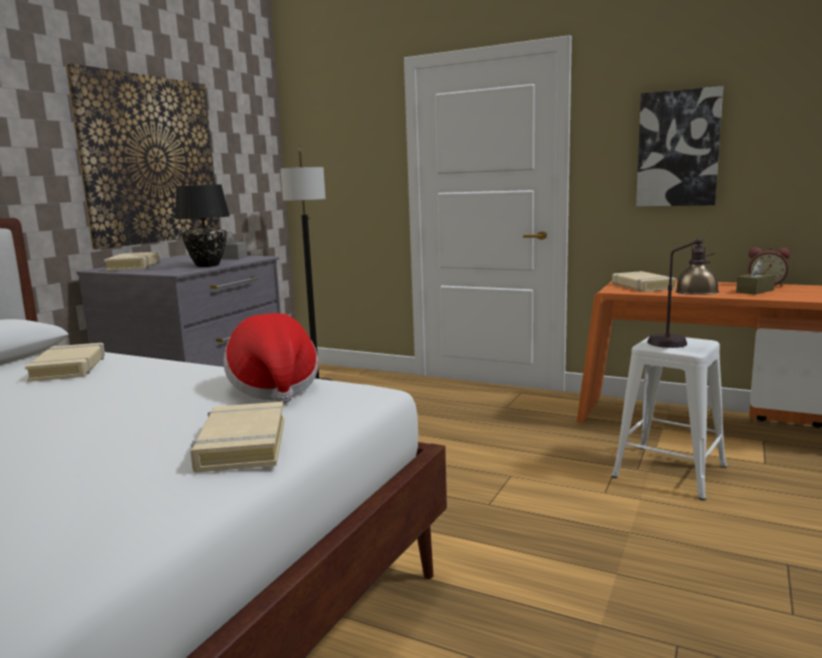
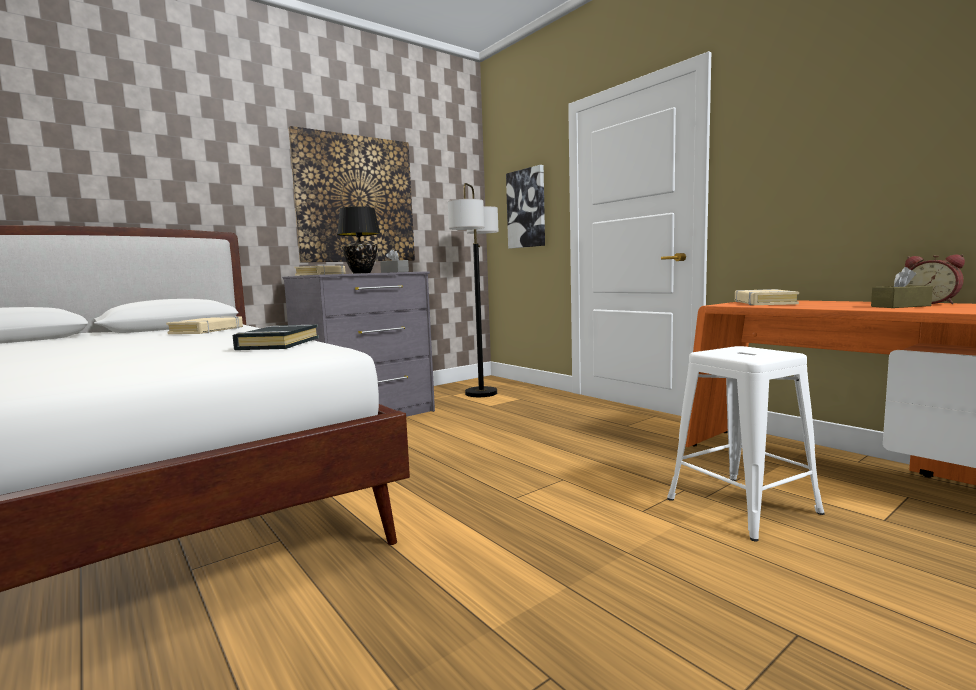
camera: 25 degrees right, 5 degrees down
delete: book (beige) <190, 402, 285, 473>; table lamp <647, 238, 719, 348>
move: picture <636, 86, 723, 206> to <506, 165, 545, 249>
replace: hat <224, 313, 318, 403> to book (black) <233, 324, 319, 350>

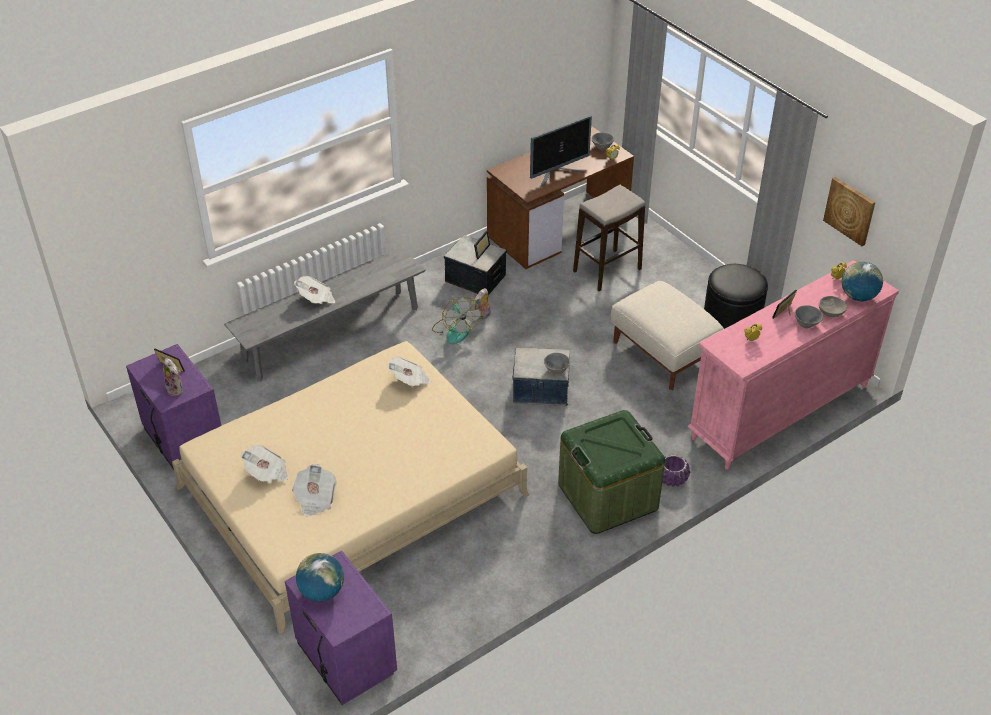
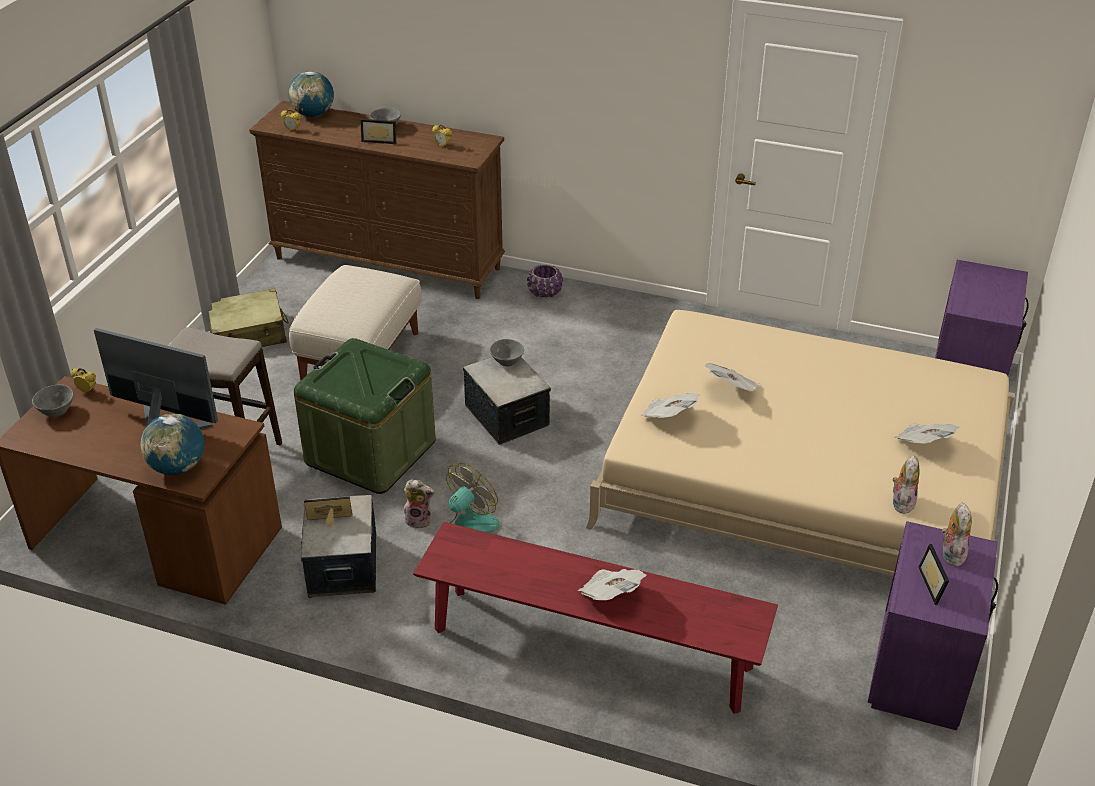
camera: 125 degrees left, 5 degrees down
delete: bowl (grey) <819, 296, 847, 317>; picture <823, 177, 875, 246>
insert: plush toy <893, 456, 920, 514>
move: globe <296, 553, 344, 602> to <140, 414, 205, 475>; storage box (green) <558, 410, 665, 534> to <294, 338, 436, 494>; newspaper <292, 464, 337, 517> to <705, 363, 761, 392>
replace: ottoman (black) <704, 264, 768, 329> to suitcase (beige) <208, 288, 289, 347>
recolor: dresser (pink) <688, 260, 899, 470> to dresser (brown) <249, 101, 505, 299>; bench (grey) <224, 247, 426, 381> to bench (red) <413, 522, 778, 714>

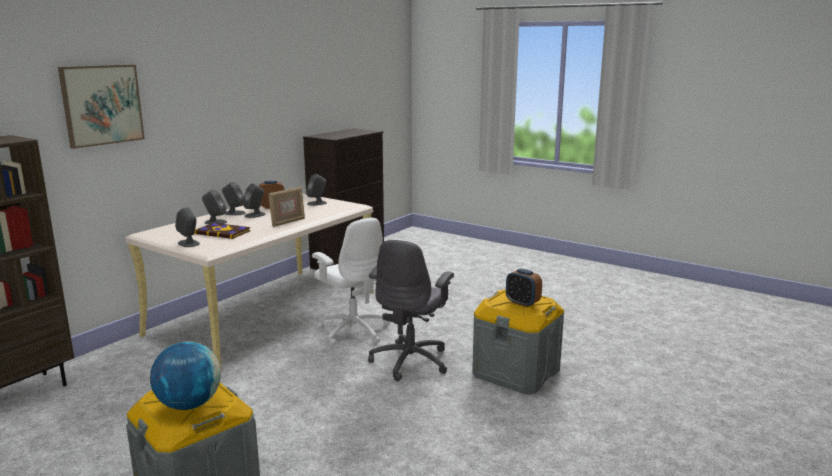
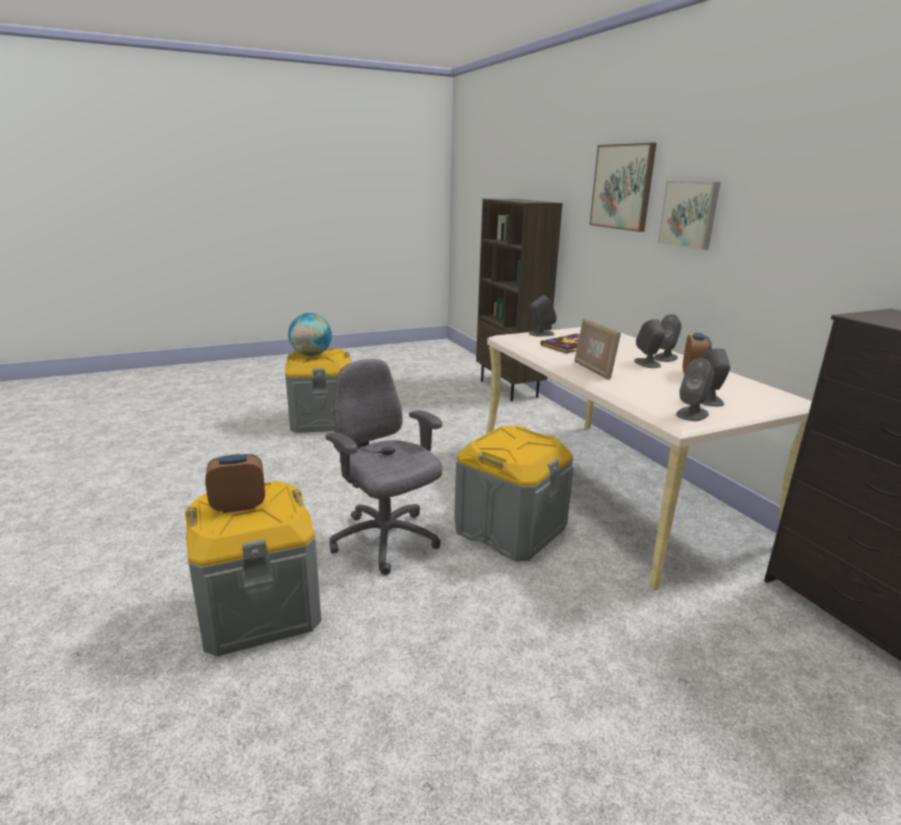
camera: 120 degrees right, 5 degrees up
insert: picture <658, 181, 720, 250>
move: speaker (grey) <202, 190, 227, 224> to <676, 358, 714, 421>
replace: office chair (white) <312, 218, 390, 346> to storage box (grey) <454, 426, 574, 561>

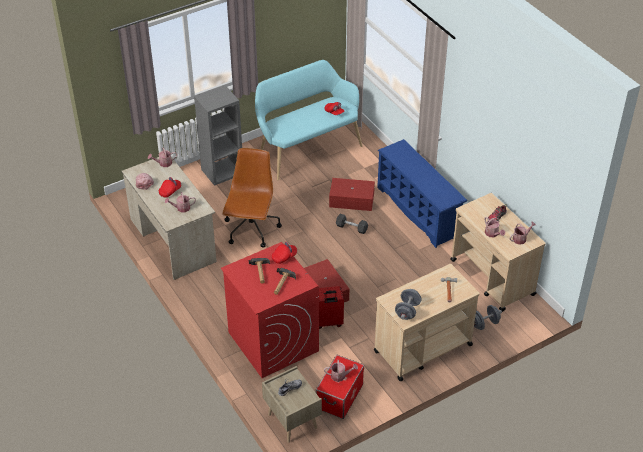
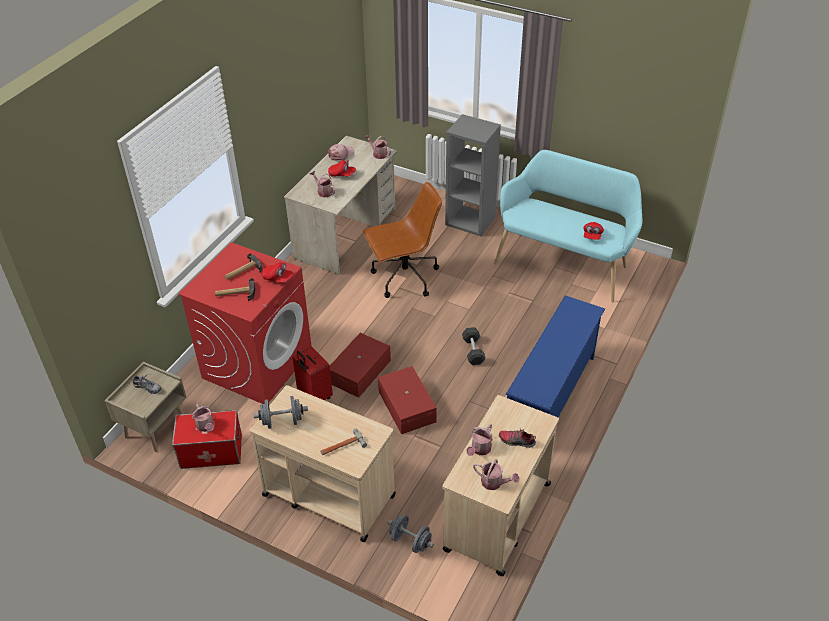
camera: 60 degrees right, 0 degrees up
move: storage box (red) <329, 178, 375, 211> to <378, 366, 437, 434>

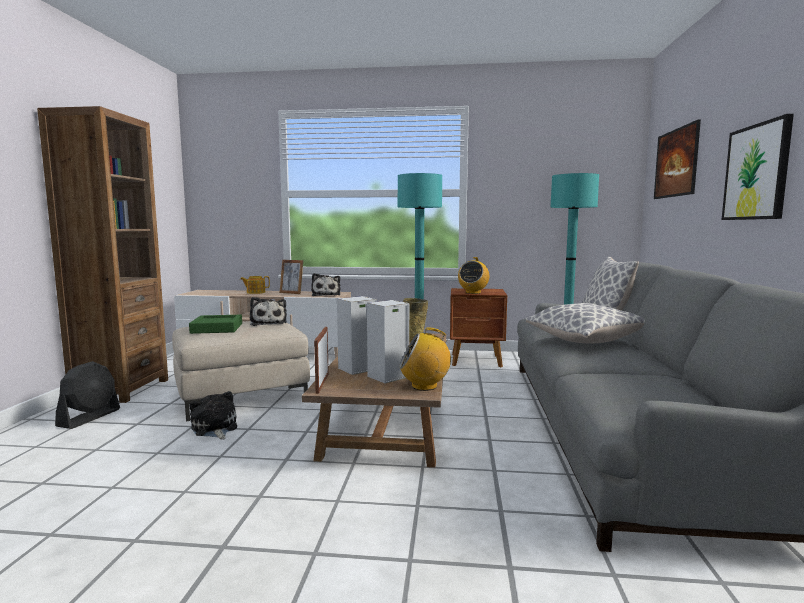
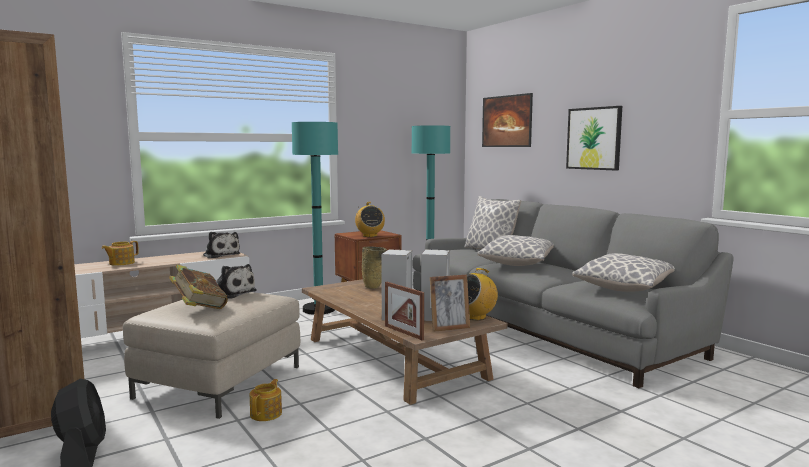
camera: 40 degrees left, 0 degrees up
insert: pillow <573, 253, 675, 292>
move: picture frame <279, 260, 303, 294> to <430, 274, 470, 332>
replace: tray (green) <189, 315, 242, 334> to book <169, 265, 228, 309>; plush toy <190, 391, 237, 440> to teapot <250, 379, 282, 421>

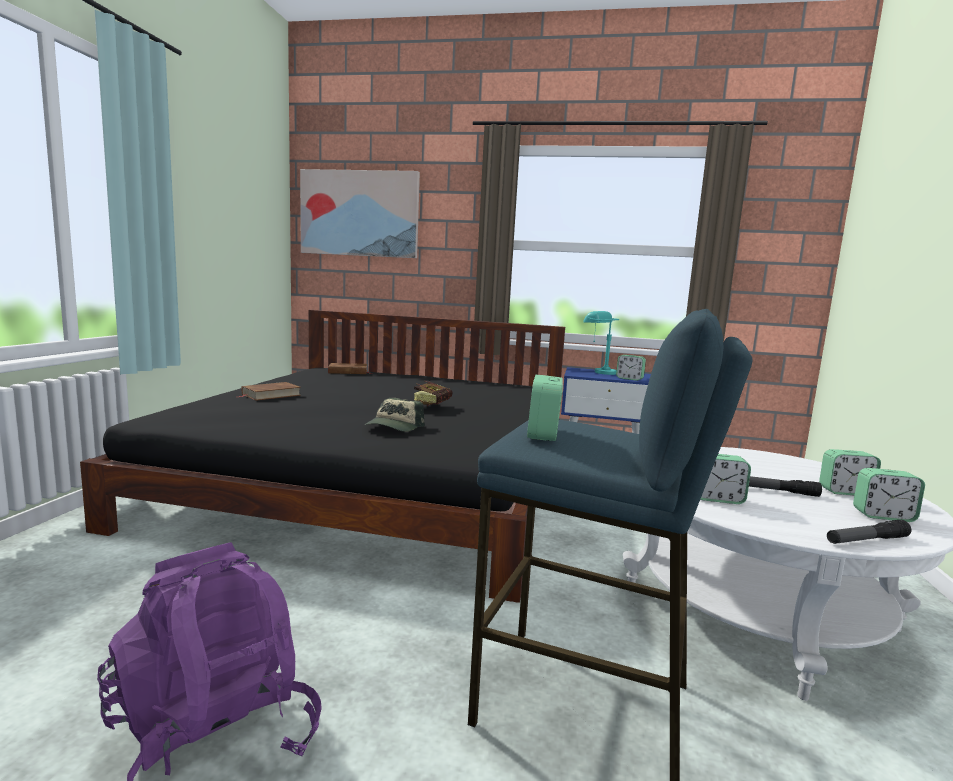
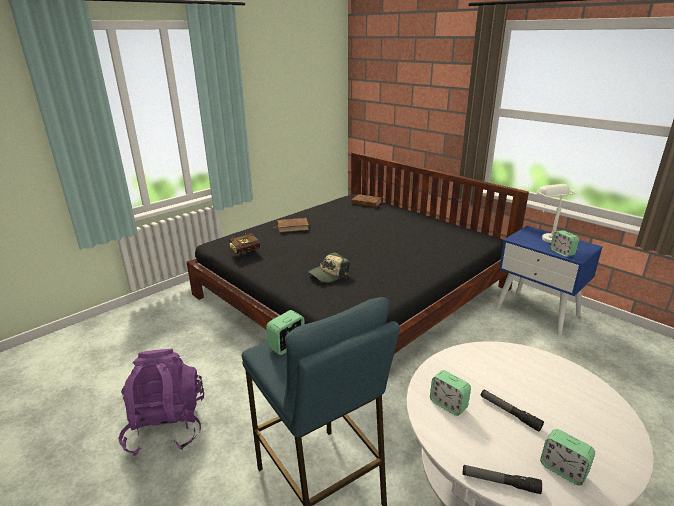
camera: 35 degrees right, 15 degrees up
delete: picture <300, 169, 420, 258>; alarm clock <819, 449, 881, 495>
move: book <414, 381, 452, 406> to <229, 233, 260, 254>
recolor: table lamp (turquoise) <583, 311, 619, 375> to table lamp (white) <536, 184, 576, 243>

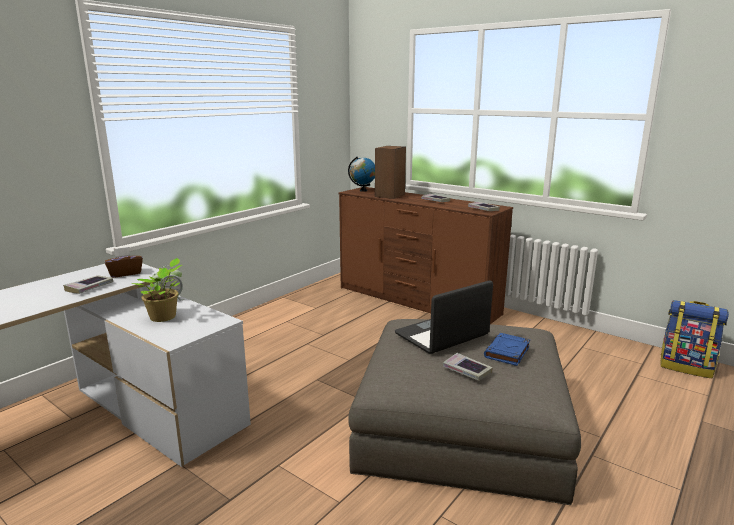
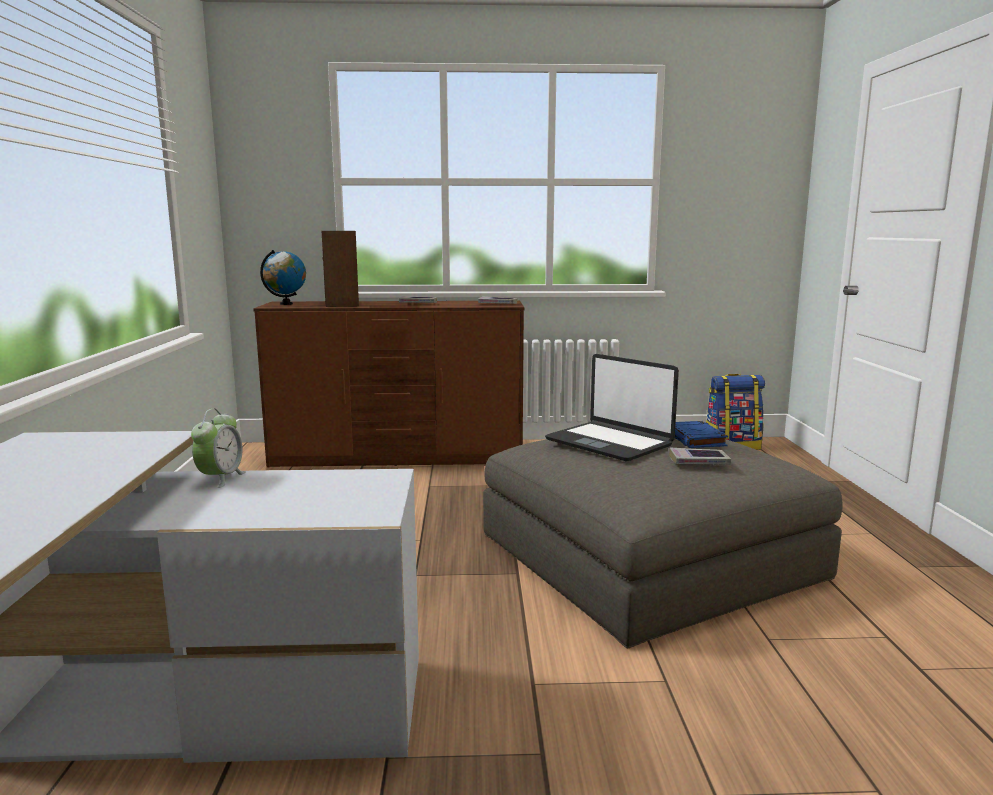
camera: 40 degrees left, 5 degrees down
delete: book <63, 275, 113, 294>; tissue box (brown) <105, 247, 143, 278>; potted plant <131, 258, 182, 322>
rotate: laptop <395, 280, 493, 354> = <545, 354, 679, 462> 60 degrees counterclockwise

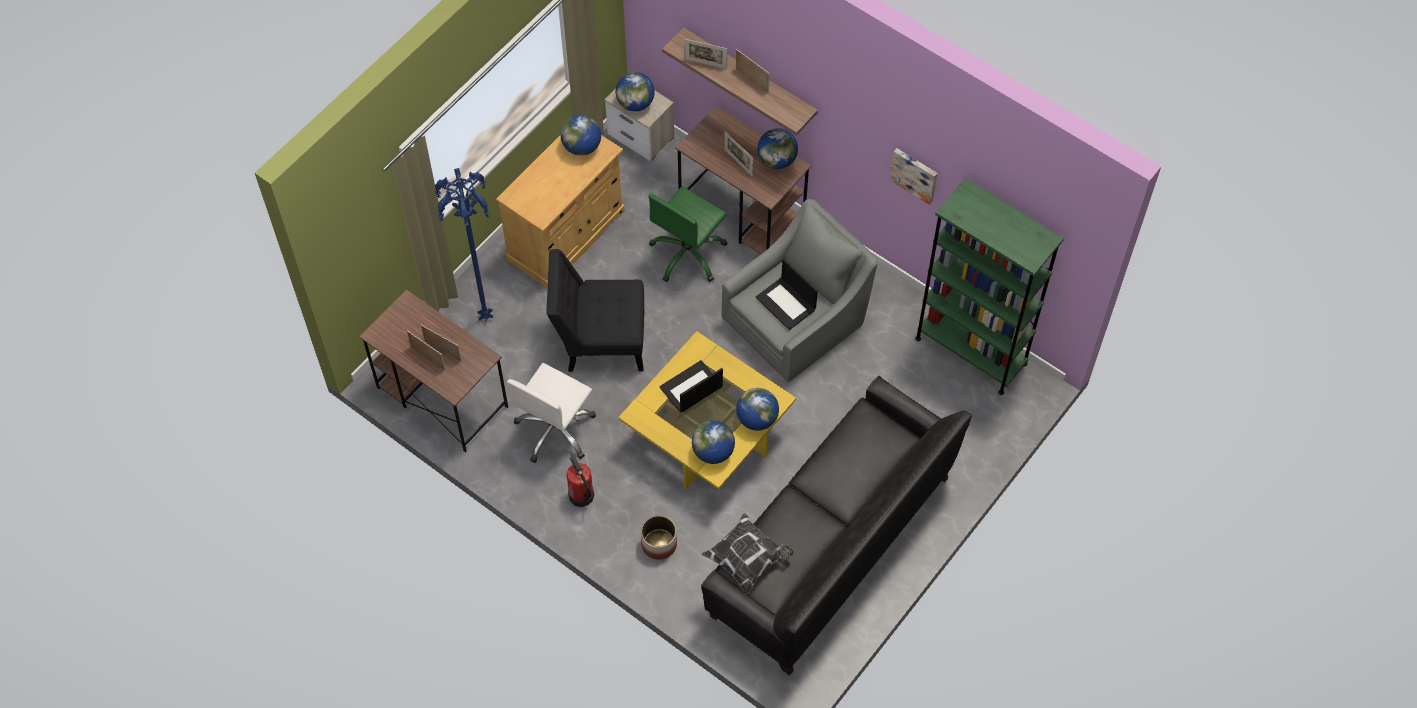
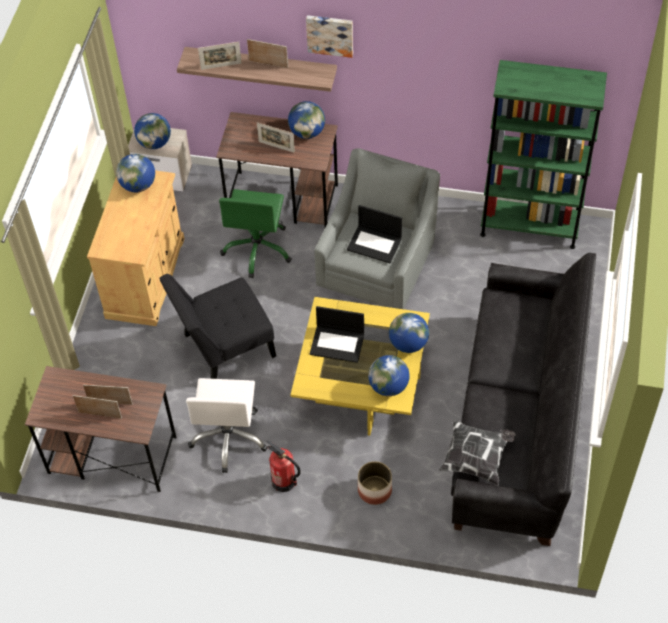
camera: 25 degrees left, 5 degrees down
delete: floor lamp (blue) <435, 168, 493, 322>
move: picture <890, 148, 938, 205> to <306, 15, 353, 58>
rotate: laptop <659, 360, 723, 413> = <310, 306, 364, 363> 105 degrees counterclockwise

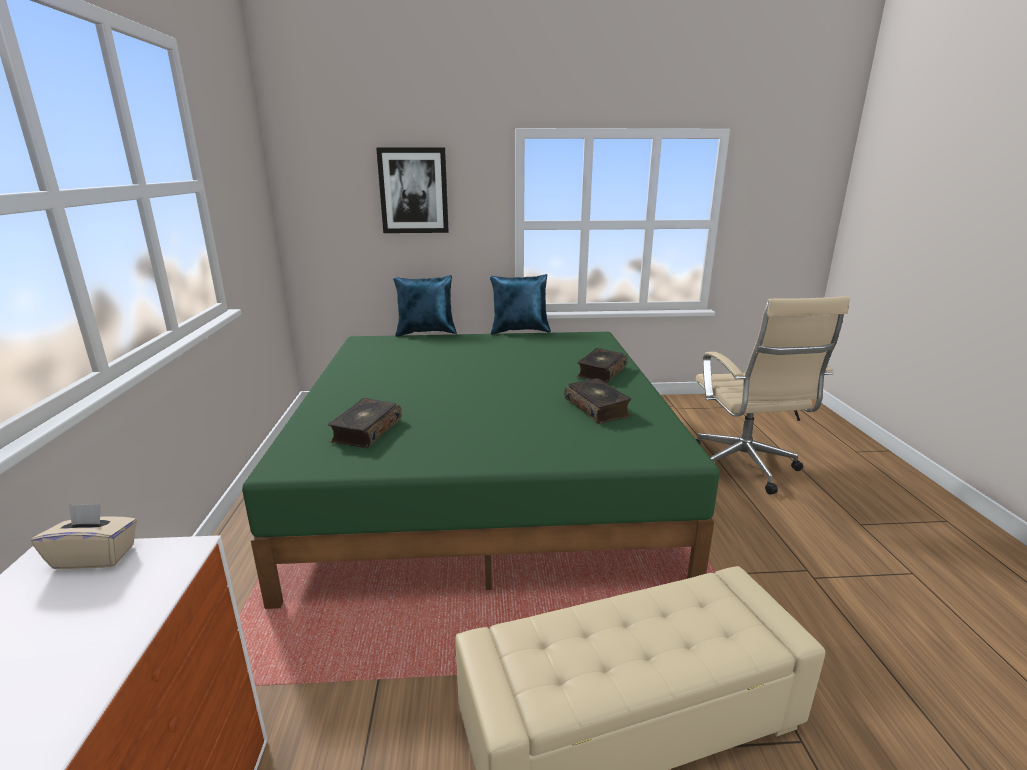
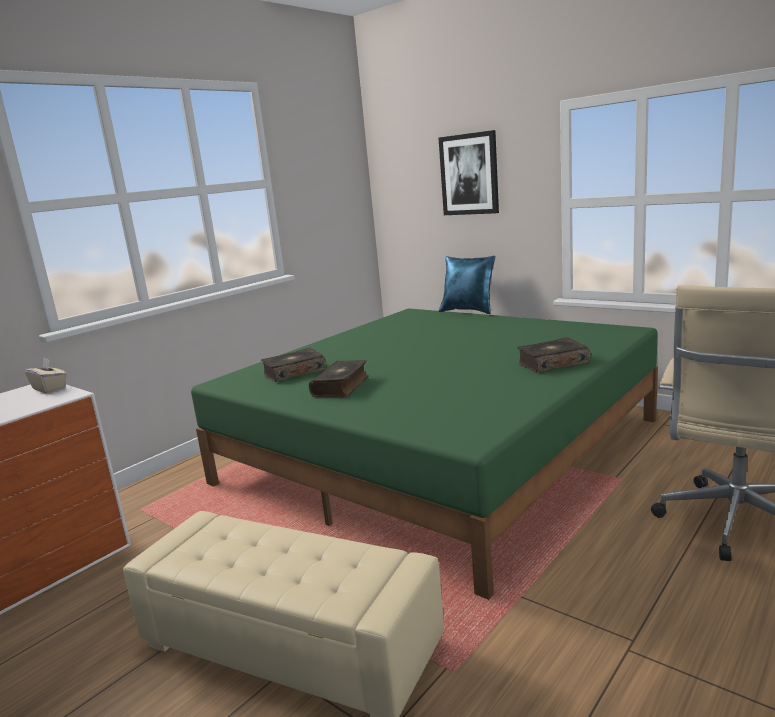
camera: 45 degrees right, 5 degrees down
delete: pillow (blue) <490, 274, 551, 335>
move: book <564, 378, 631, 424> to <309, 360, 369, 397>

